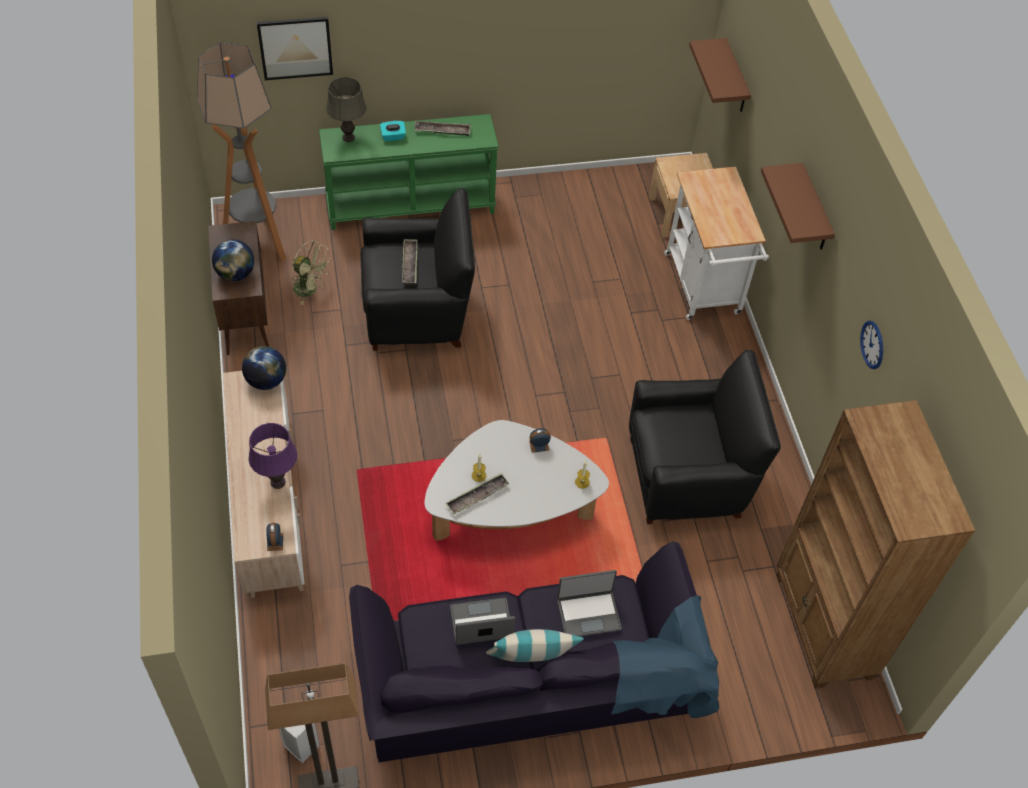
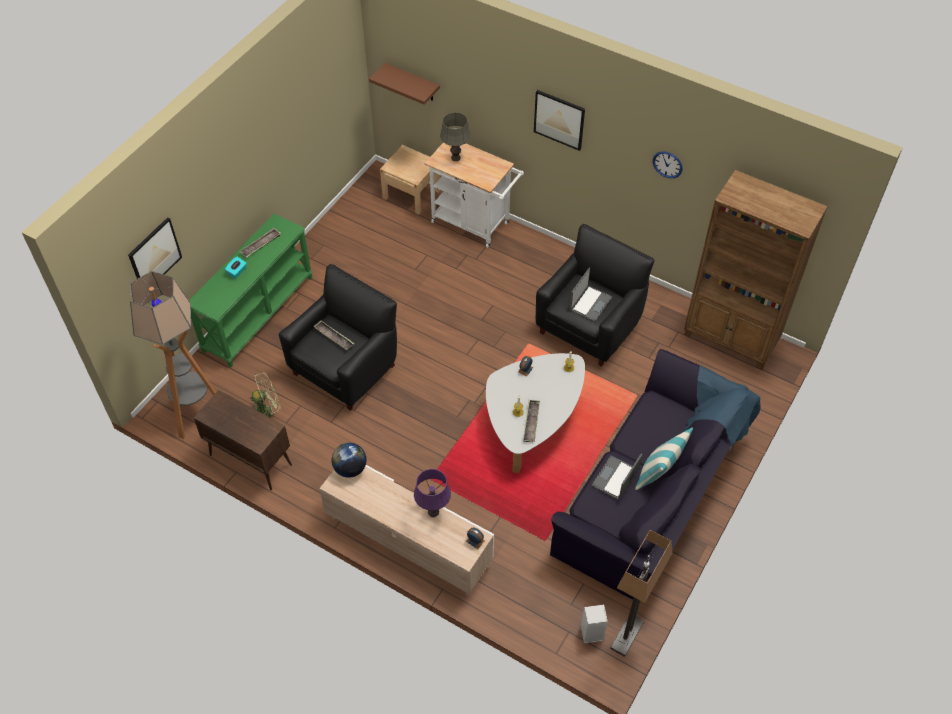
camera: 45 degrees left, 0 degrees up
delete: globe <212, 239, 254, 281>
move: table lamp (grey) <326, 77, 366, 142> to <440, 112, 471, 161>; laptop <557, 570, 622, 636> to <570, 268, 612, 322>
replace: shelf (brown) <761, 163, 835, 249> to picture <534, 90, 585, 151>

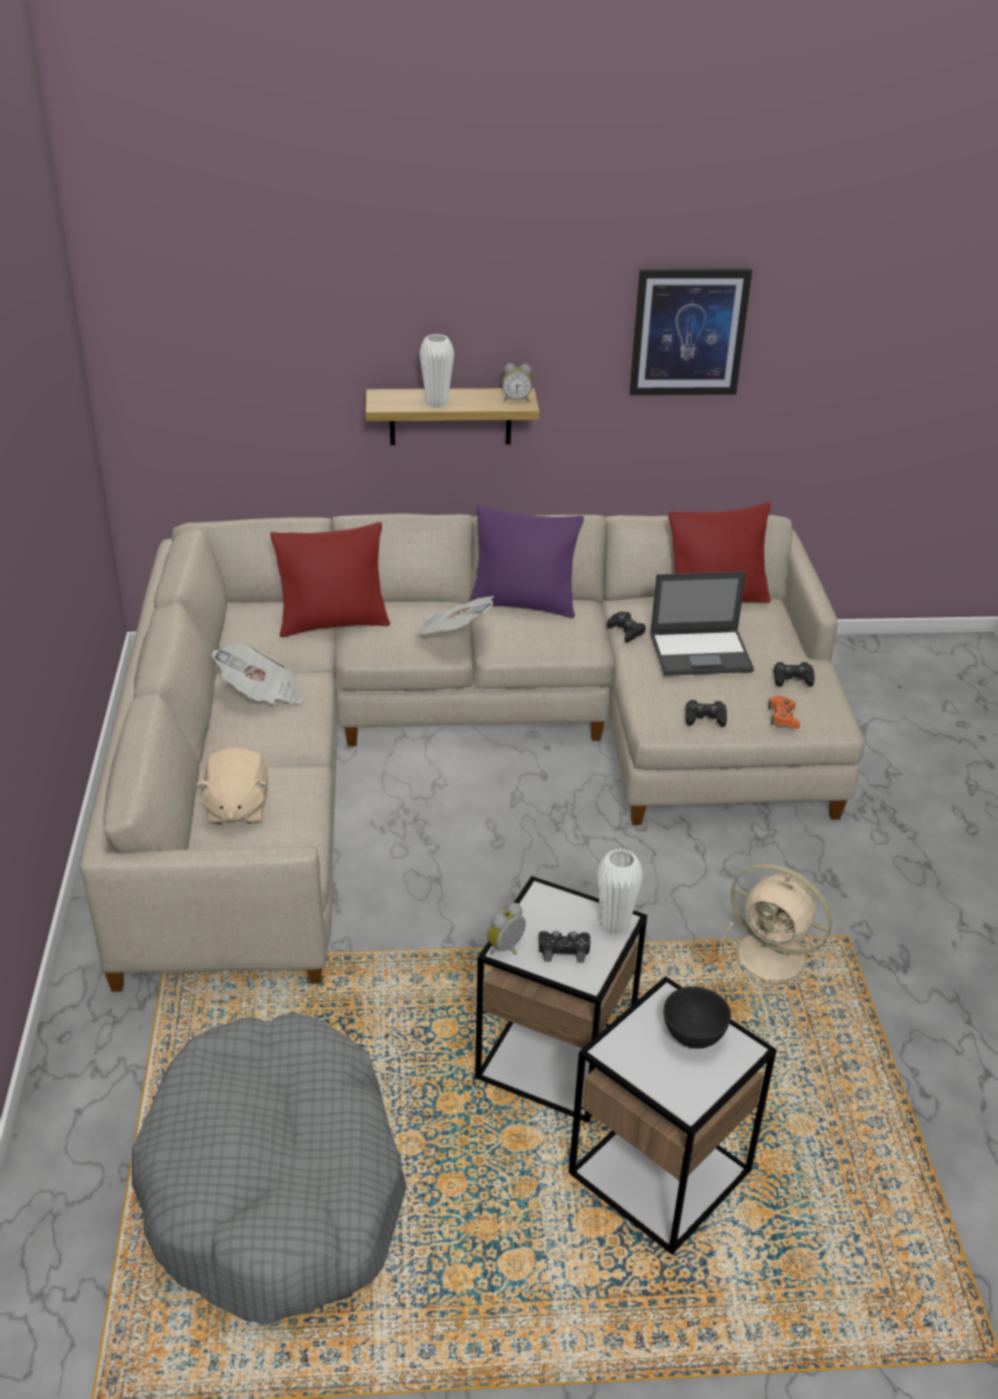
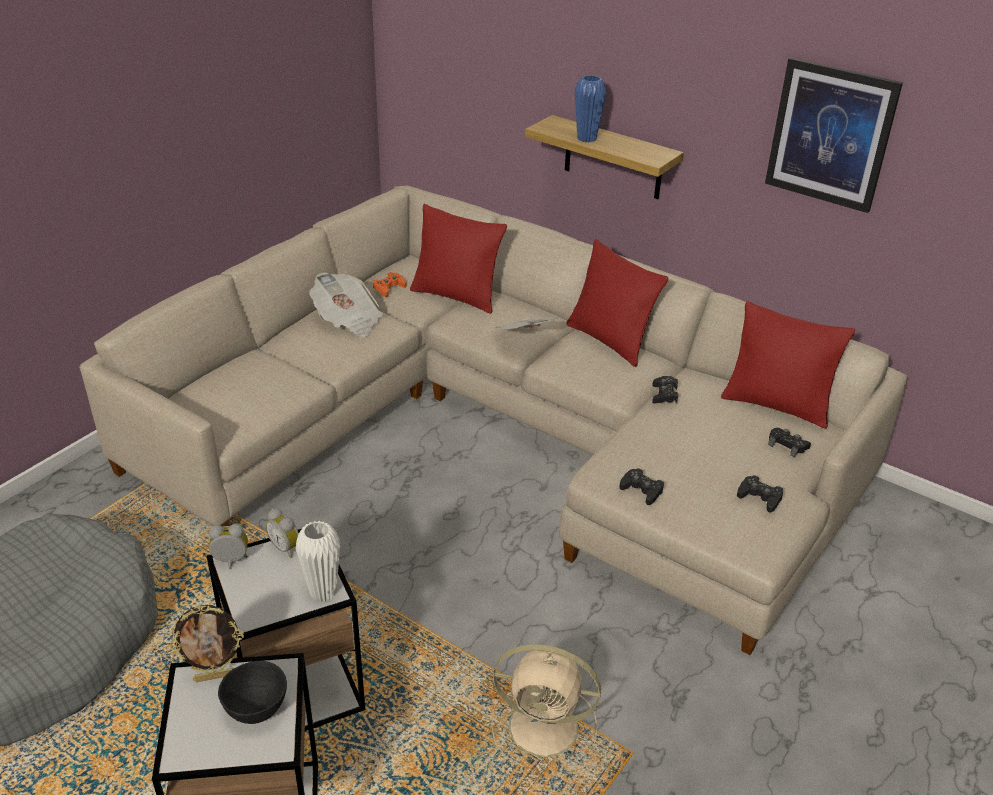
camera: 40 degrees right, 0 degrees up
delete: plush toy (beige) <195, 747, 268, 824>; laptop <650, 571, 754, 676>
insert: picture frame <170, 605, 244, 682>
move: alarm clock <502, 364, 533, 403> to <266, 508, 299, 558>; game controller (orange) <768, 696, 800, 729> to <373, 272, 407, 297>; game controller (black) <538, 931, 590, 963> to <768, 428, 811, 458>
recolor: pillow (purple) <469, 505, 584, 618> to pillow (red) <566, 239, 669, 367>; vase (white) <419, 334, 454, 408> to vase (blue) <575, 75, 606, 143>
rotate: fan (beige) <720, 864, 832, 984> = <491, 644, 601, 766> 60 degrees counterclockwise

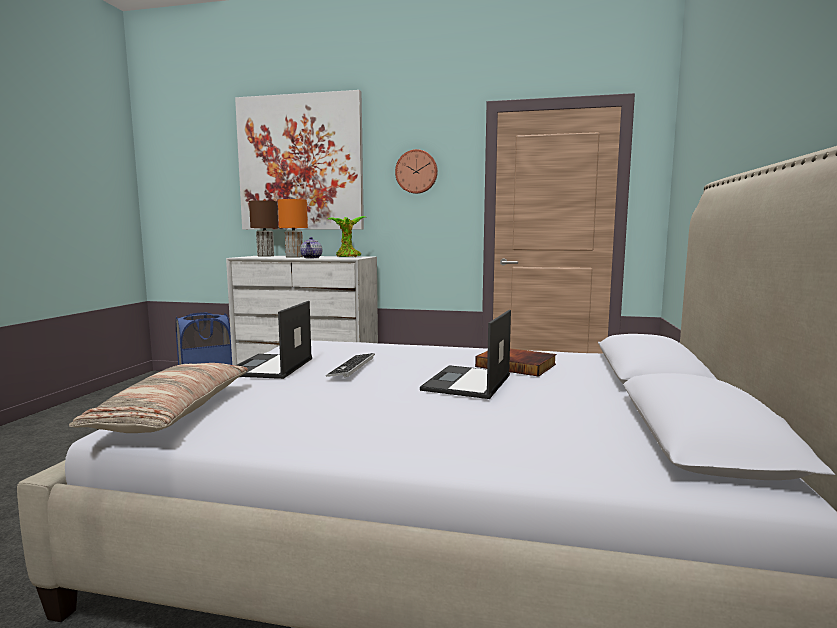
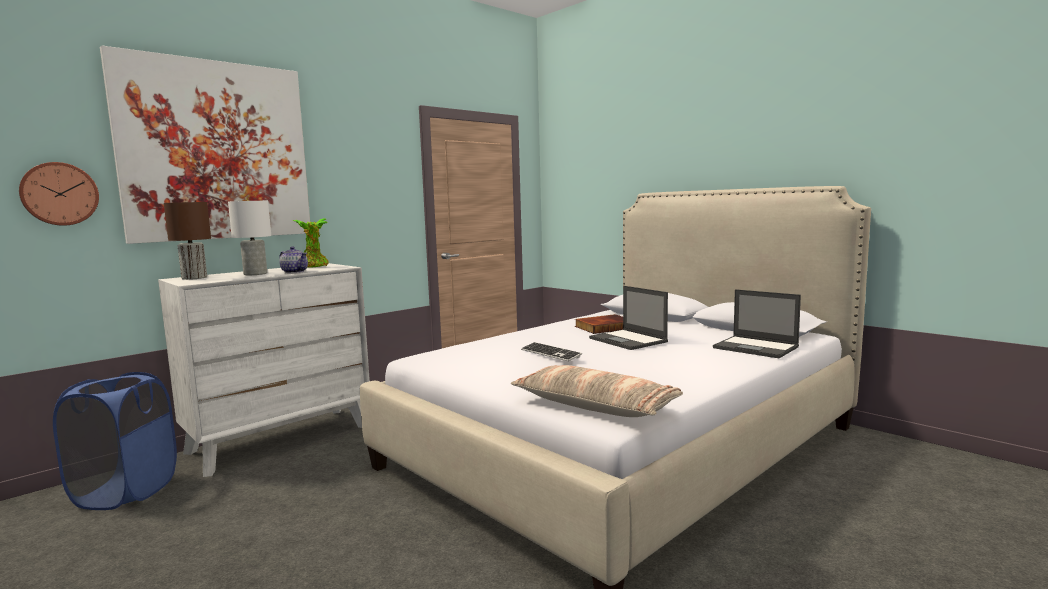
camera: 55 degrees left, 0 degrees up
move: wall clock <395, 149, 438, 194> to <19, 162, 99, 226>; laptop <236, 301, 312, 379> to <713, 289, 801, 358>
recolor: table lamp (orange) <278, 199, 308, 258> to table lamp (white) <228, 201, 271, 275>

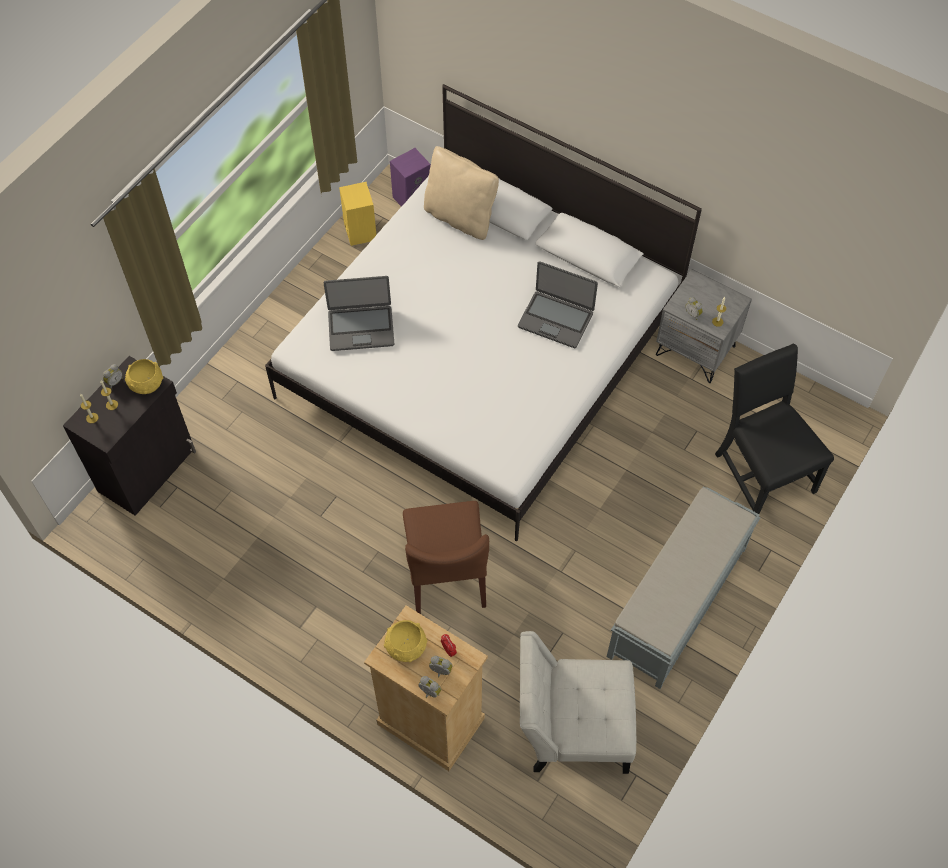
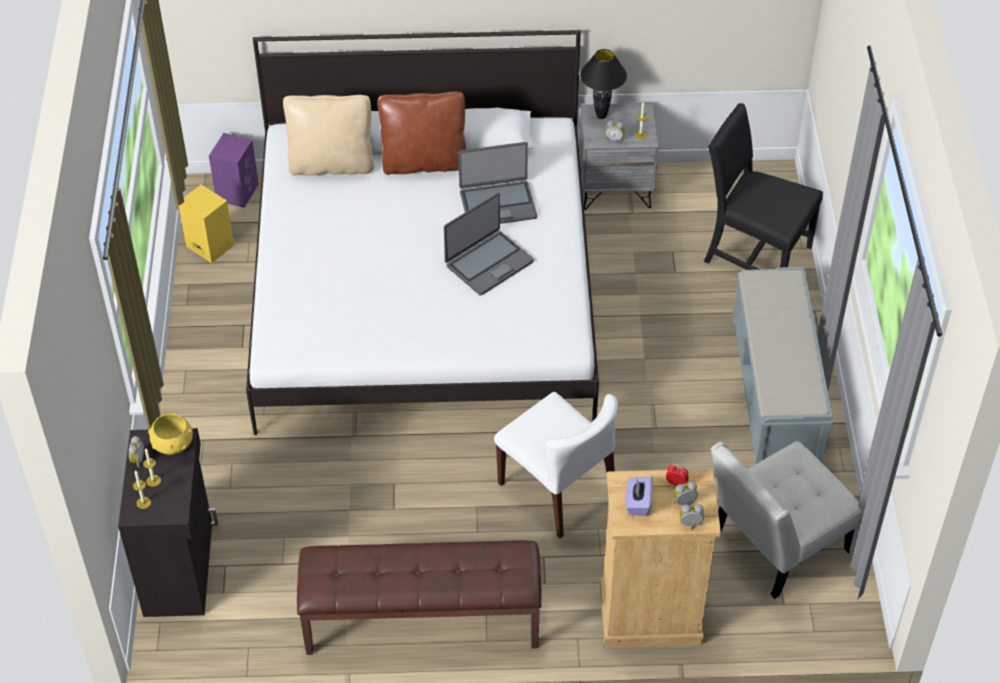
camera: 35 degrees left, 10 degrees down
insert: bench (brown) <297, 540, 542, 655>; pillow (brown) <377, 92, 466, 175>; table lamp (black) <580, 49, 627, 119>
move: laptop <324, 276, 394, 351> to <444, 193, 534, 295>
replace: bowl (yellow) <384, 620, 427, 662> to tissue box (purple) <626, 476, 653, 516>
recolor: chair (brown) <403, 501, 489, 614> to chair (white) <494, 392, 618, 539>

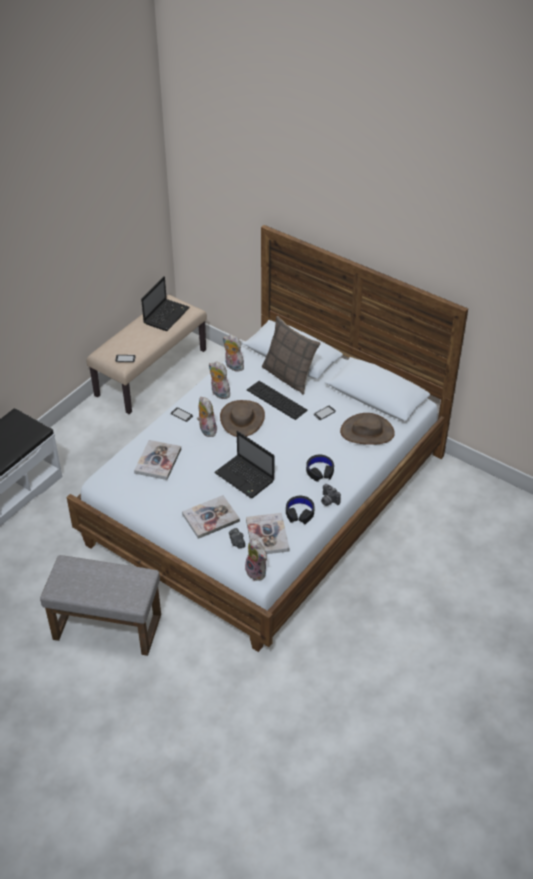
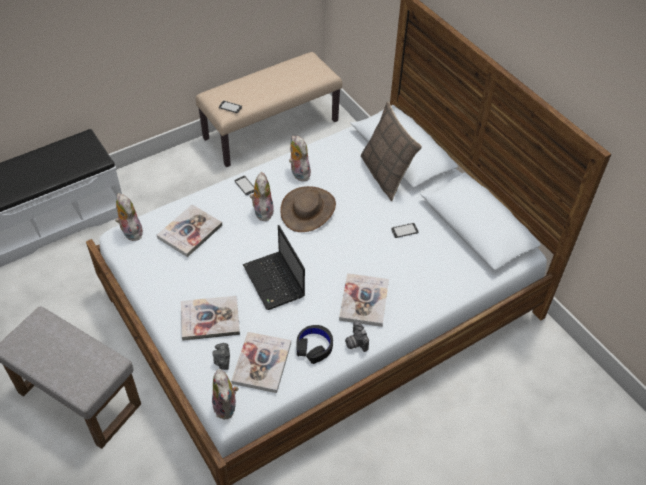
camera: 20 degrees right, 5 degrees up
delete: laptop <141, 276, 190, 331>; keyboard <247, 381, 308, 420>; hat (brown) <340, 413, 395, 445>
move: plush toy <223, 334, 244, 372> to <115, 193, 144, 241>
replace: headphones (black) <306, 454, 334, 482> to book <339, 273, 389, 327>

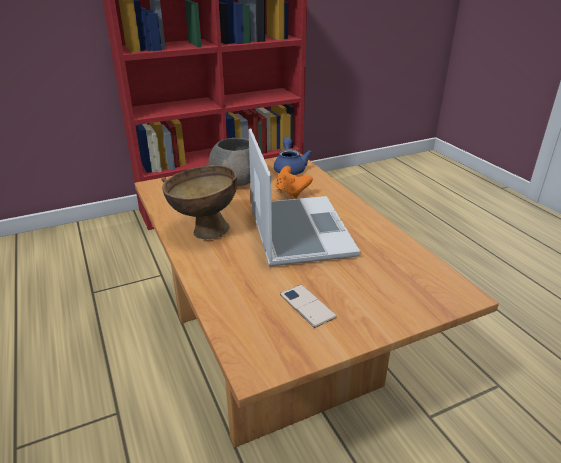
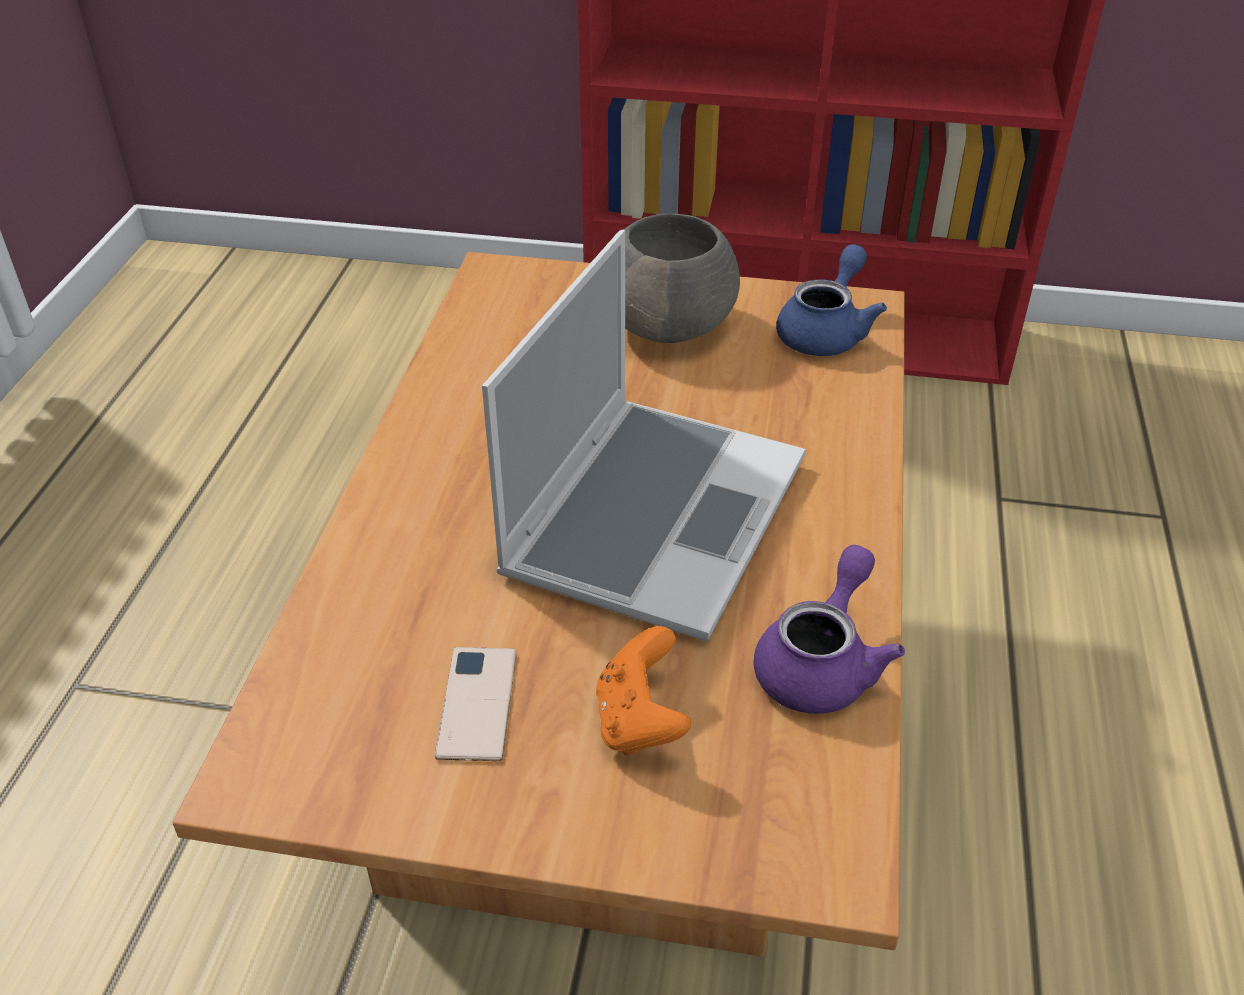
camera: 35 degrees right, 10 degrees up
delete: bowl (brown) <161, 165, 237, 240>
insert: teapot (purple) <754, 545, 905, 714>
move: game controller (orange) <276, 166, 313, 198> to <596, 626, 691, 755>

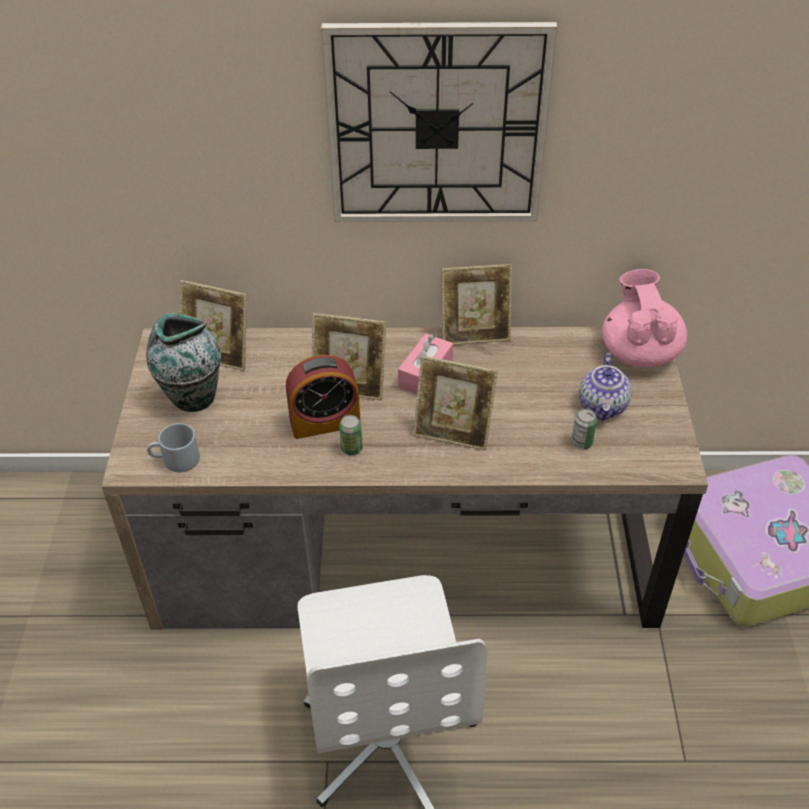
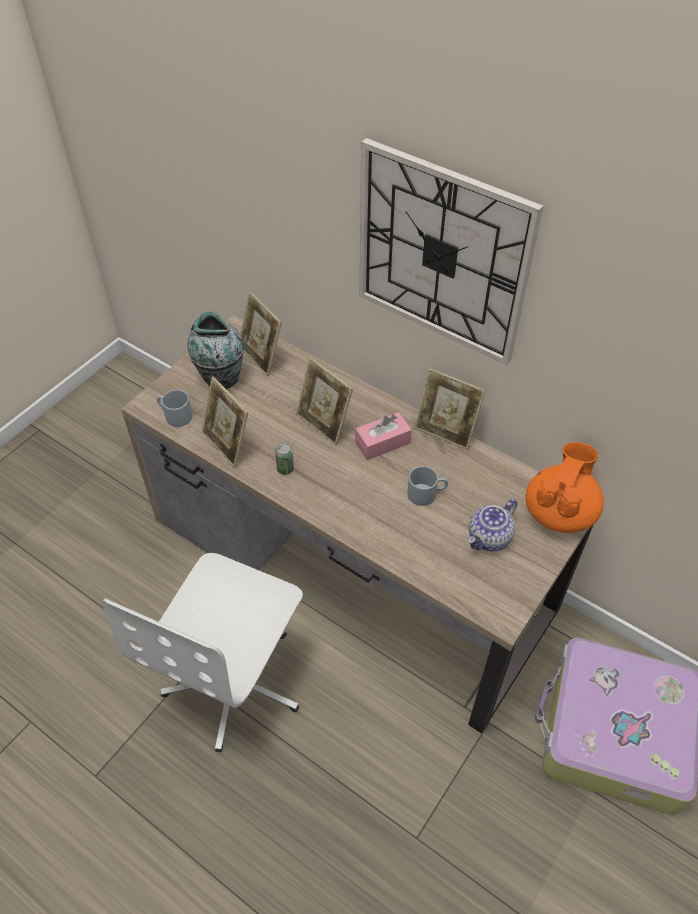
camera: 35 degrees right, 5 degrees up
delete: alarm clock <286, 355, 360, 439>; can <571, 409, 597, 449>
insert: mug (grey) <407, 466, 448, 506>
move: picture frame <413, 356, 498, 451> to <202, 377, 248, 468>
recolor: teapot (pink) <602, 269, 687, 367> to teapot (orange) <526, 442, 604, 533>

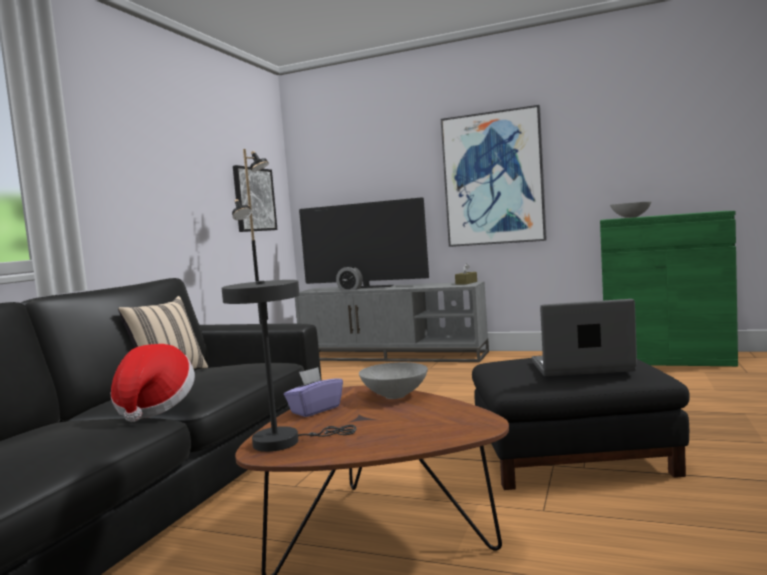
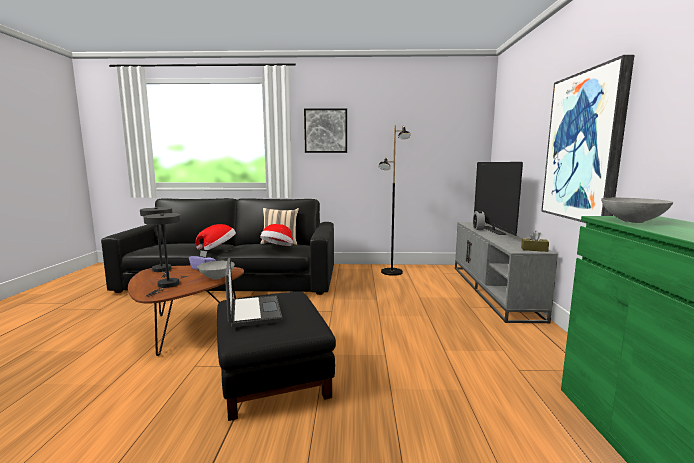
camera: 70 degrees right, 5 degrees up
insert: table lamp (grey) <143, 213, 181, 297>; hat <260, 224, 293, 246>
move: picture <233, 165, 277, 232> to <304, 108, 347, 153>

